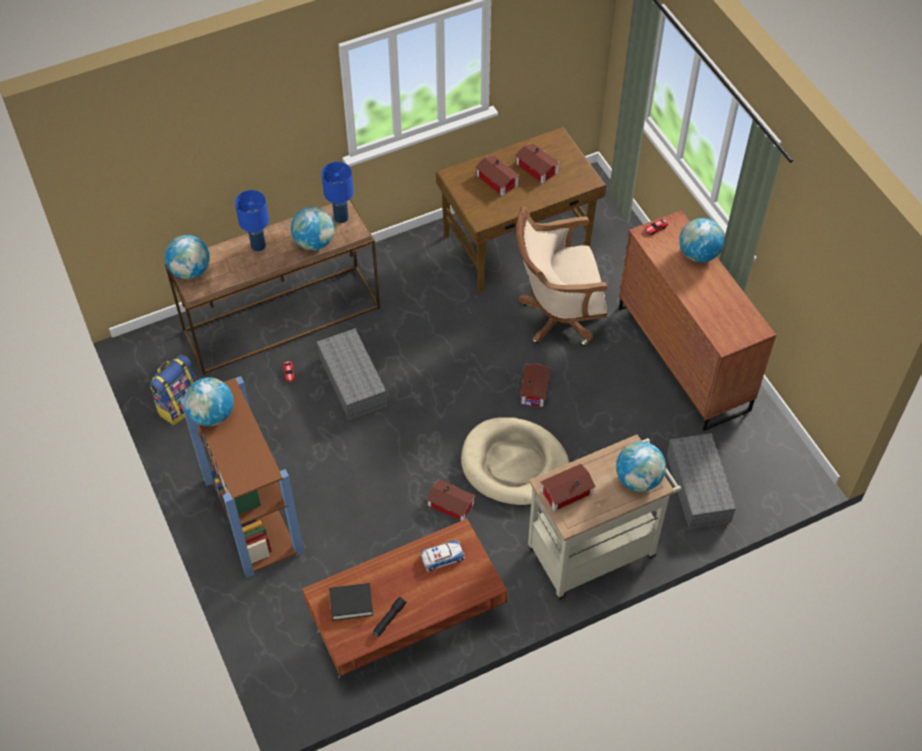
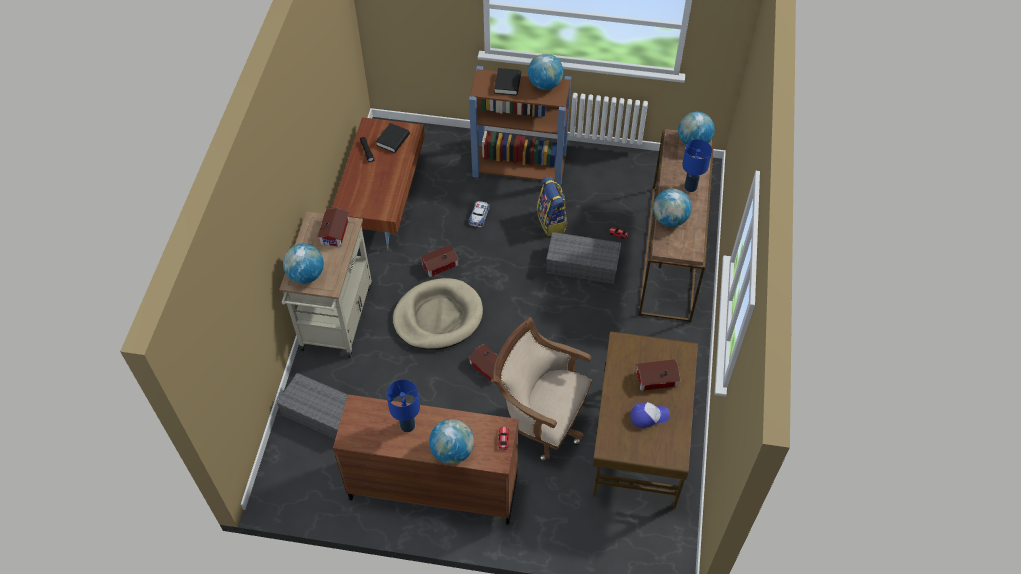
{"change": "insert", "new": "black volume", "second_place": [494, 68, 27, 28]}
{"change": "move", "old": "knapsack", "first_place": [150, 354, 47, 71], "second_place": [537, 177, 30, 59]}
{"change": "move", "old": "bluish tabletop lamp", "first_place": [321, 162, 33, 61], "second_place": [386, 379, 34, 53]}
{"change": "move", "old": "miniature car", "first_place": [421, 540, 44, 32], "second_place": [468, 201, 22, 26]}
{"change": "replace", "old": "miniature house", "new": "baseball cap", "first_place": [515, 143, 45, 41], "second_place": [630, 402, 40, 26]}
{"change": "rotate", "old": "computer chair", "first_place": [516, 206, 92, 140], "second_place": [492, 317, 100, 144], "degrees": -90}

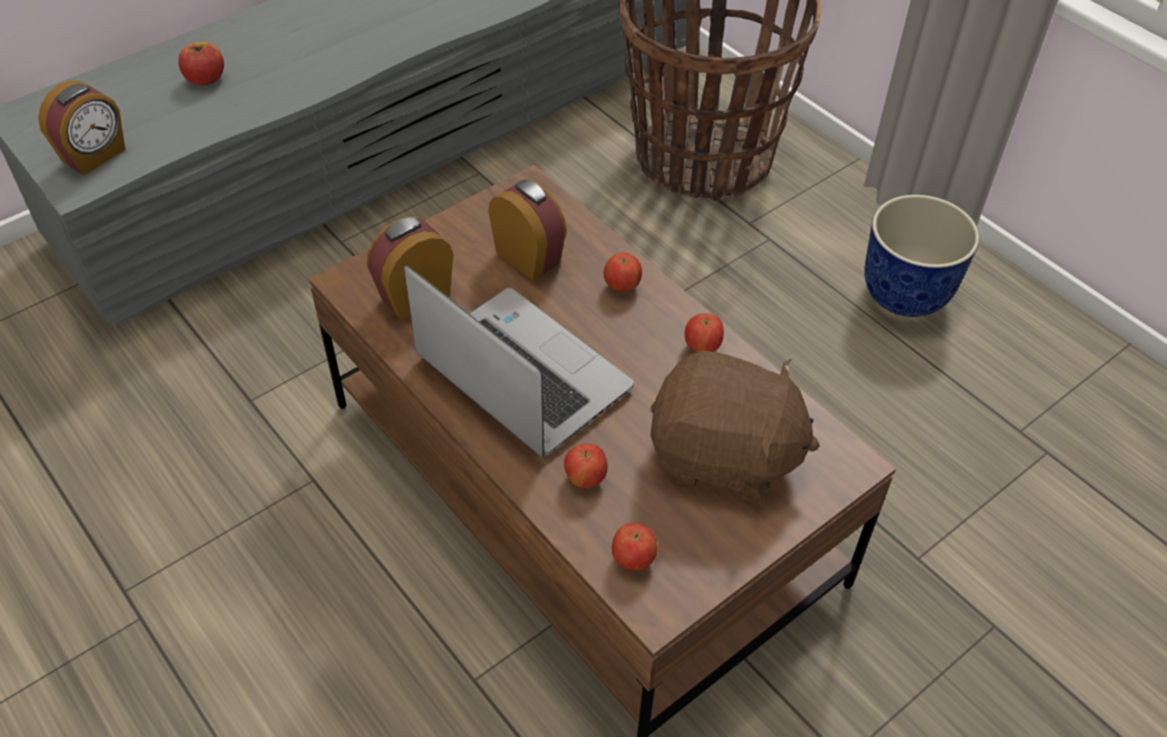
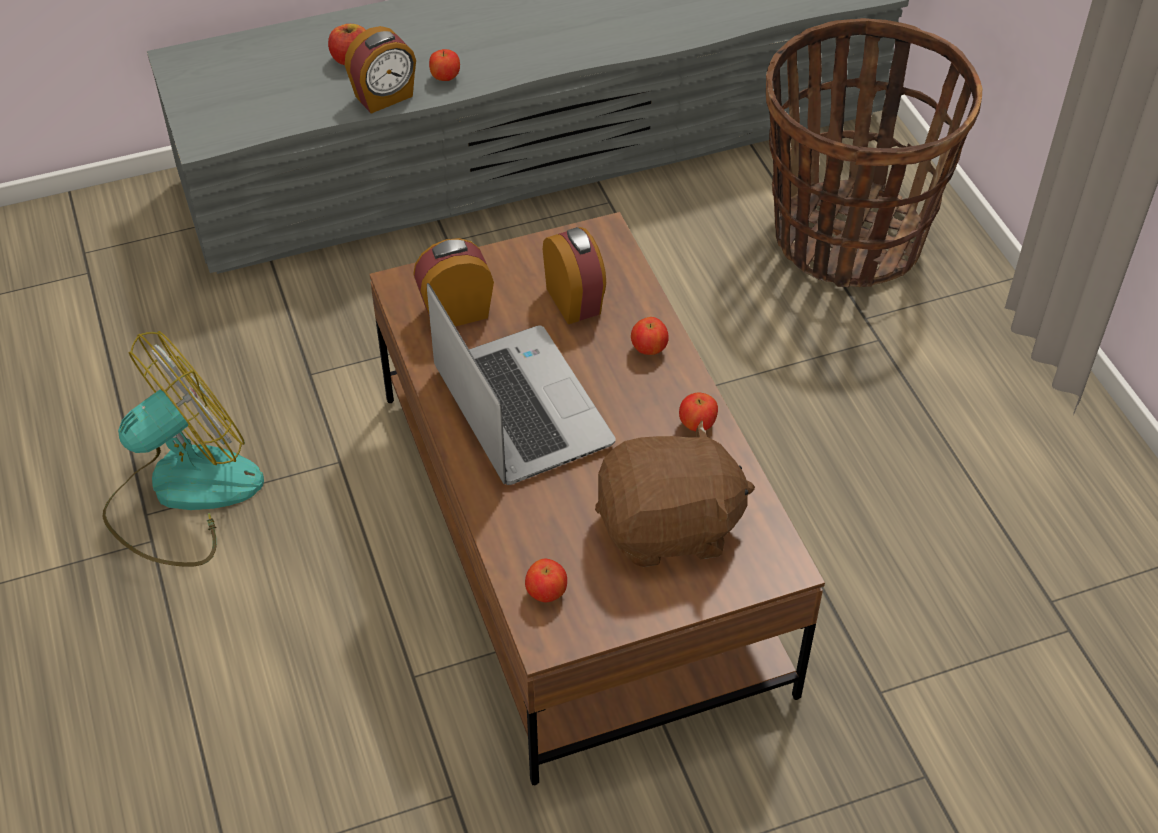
{"change": "delete", "old": "flower pot", "first_place": [864, 195, 116, 122]}
{"change": "insert", "new": "fan", "second_place": [102, 331, 162, 236]}
{"change": "move", "old": "alarm clock", "first_place": [38, 80, 87, 95], "second_place": [345, 26, 71, 88]}
{"change": "move", "old": "whole apple", "first_place": [564, 444, 44, 44], "second_place": [429, 49, 31, 32]}
{"change": "rotate", "old": "brown plush toy", "first_place": [651, 351, 169, 151], "second_place": [595, 420, 160, 147], "degrees": -45}

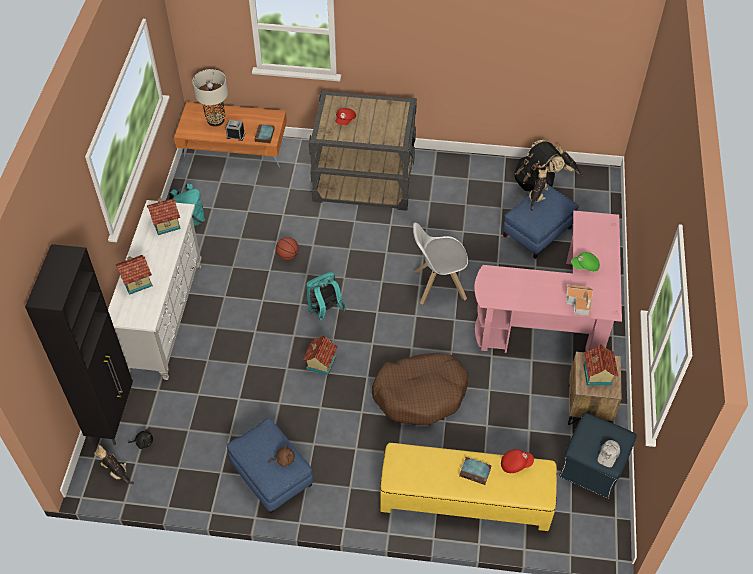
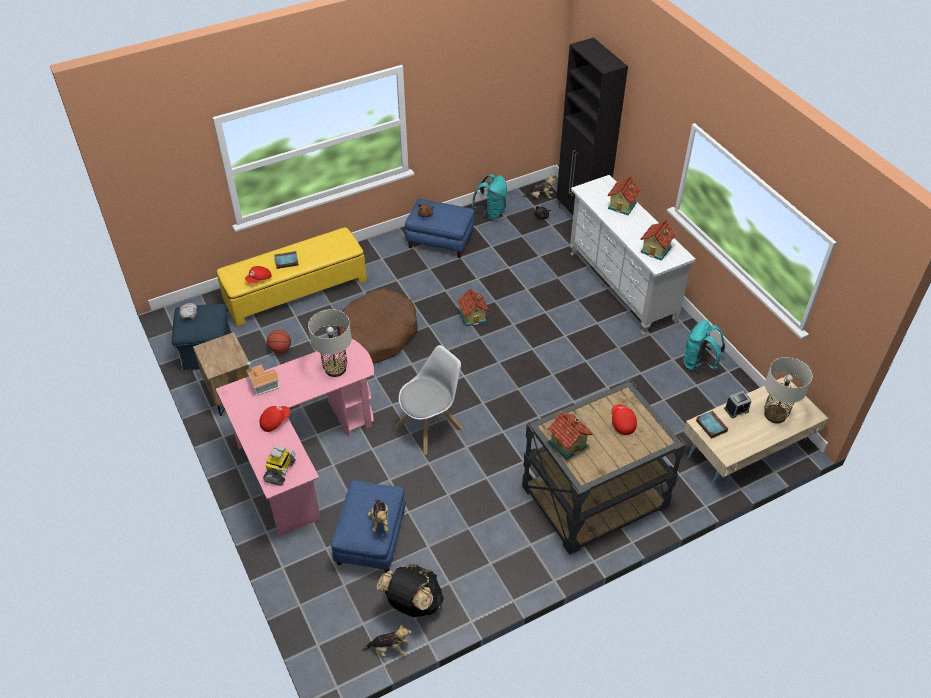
{"change": "insert", "new": "toy robot", "second_place": [263, 445, 33, 41]}
{"change": "insert", "new": "tabletop lamp", "second_place": [308, 309, 44, 68]}
{"change": "move", "old": "basketball", "first_place": [276, 237, 23, 23], "second_place": [267, 330, 24, 23]}
{"change": "move", "old": "turquoise knapsack", "first_place": [306, 272, 40, 50], "second_place": [472, 174, 35, 47]}
{"change": "move", "old": "miniature house", "first_place": [584, 344, 34, 41], "second_place": [547, 412, 46, 48]}
{"change": "recolor", "old": "orange-coloured coffee table", "new": "beige coffee table", "first_place": [174, 102, 113, 66], "second_place": [683, 376, 145, 111]}
{"change": "recolor", "old": "green baseball cap", "new": "red-coloured baseball cap", "first_place": [571, 252, 29, 19], "second_place": [259, 406, 31, 26]}

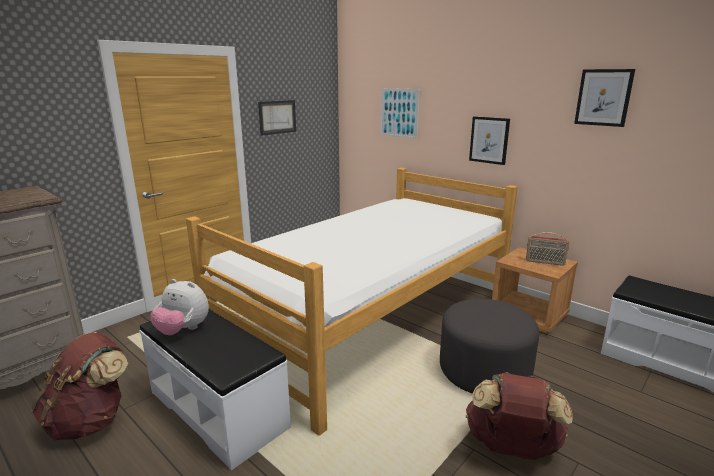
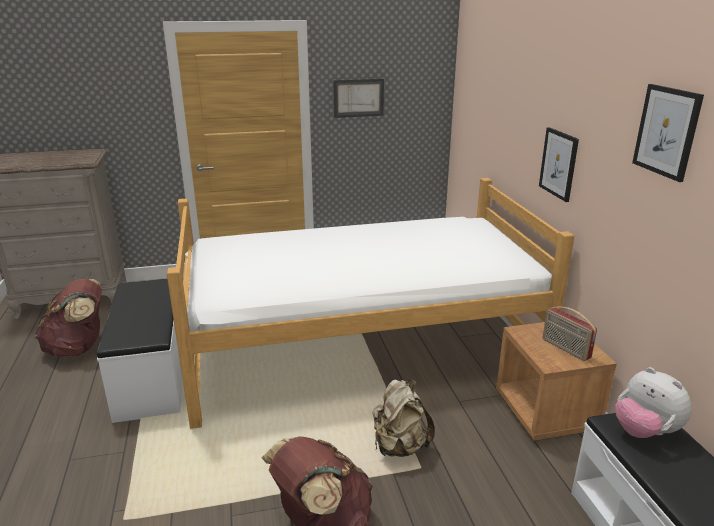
{"change": "delete", "old": "wall picture", "first_place": [380, 88, 39, 51]}
{"change": "move", "old": "plush toy", "first_place": [150, 279, 59, 56], "second_place": [615, 367, 77, 71]}
{"change": "replace", "old": "grey pouffe", "new": "beige knapsack", "first_place": [440, 299, 100, 95], "second_place": [373, 380, 62, 77]}

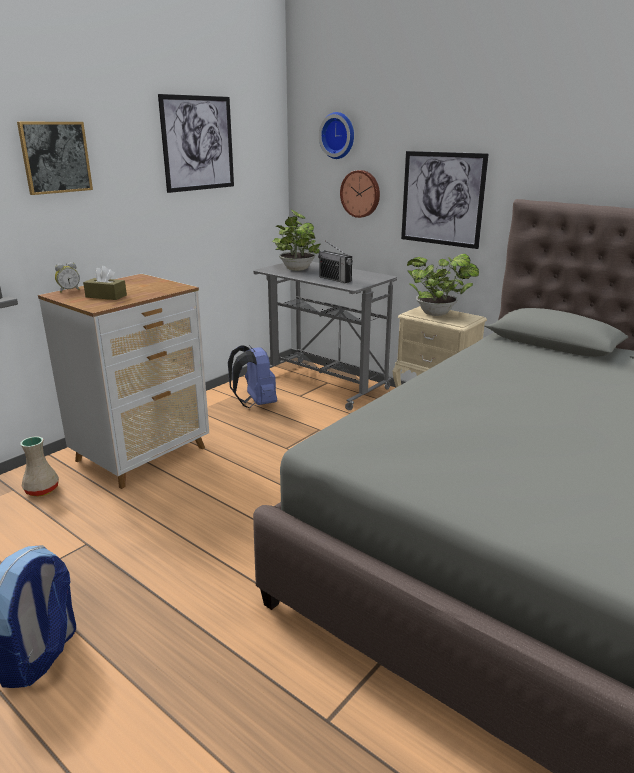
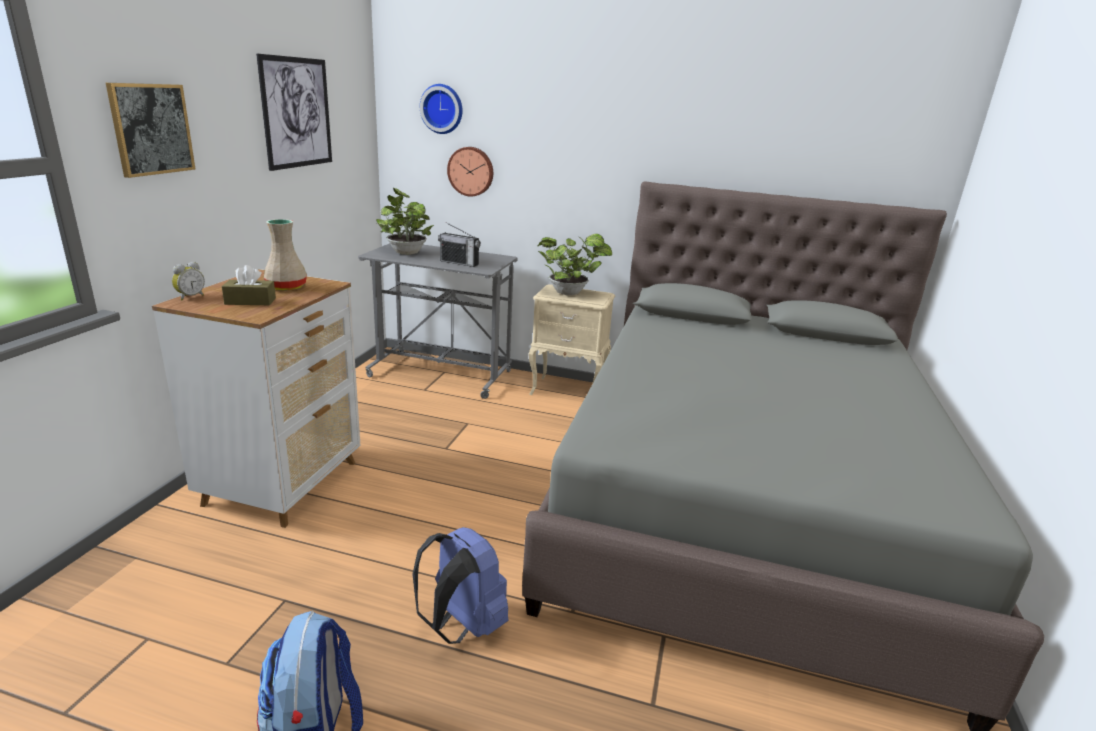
{"change": "delete", "old": "wall picture", "first_place": [401, 151, 88, 98]}
{"change": "move", "old": "beige decorative vase", "first_place": [20, 436, 39, 61], "second_place": [264, 219, 43, 72]}
{"change": "move", "old": "bluish knapsack", "first_place": [228, 345, 49, 63], "second_place": [412, 527, 96, 117]}

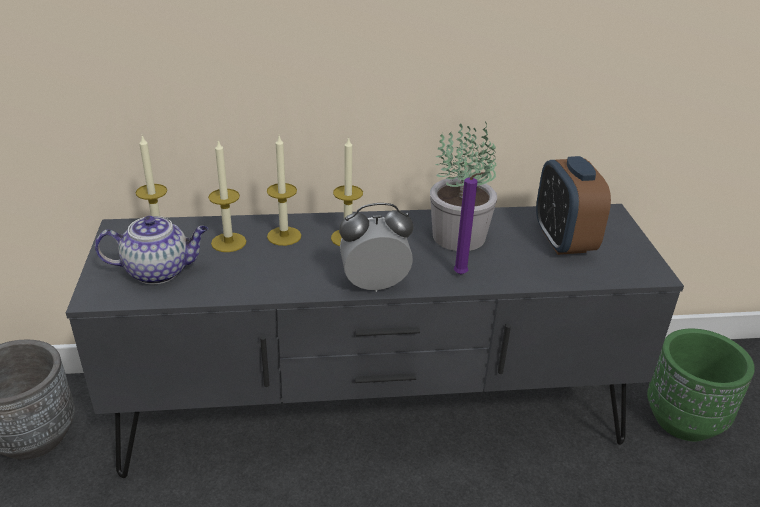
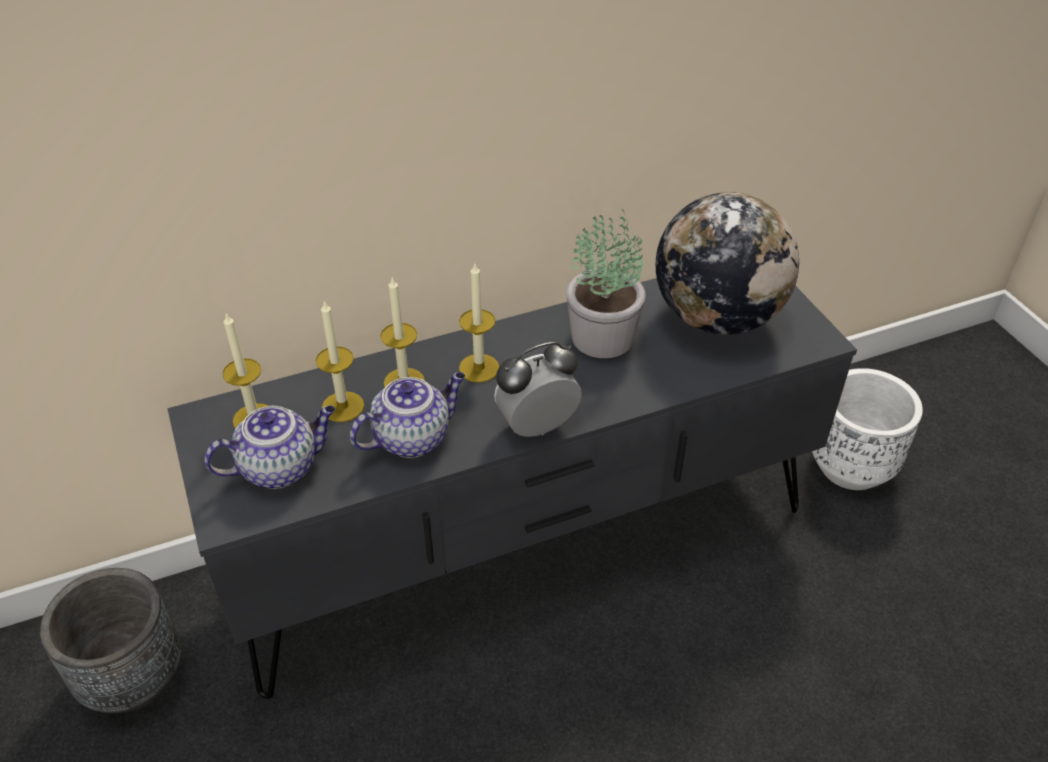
{"change": "delete", "old": "purplish wax light", "first_place": [454, 172, 30, 103]}
{"change": "insert", "new": "tea pot", "second_place": [350, 372, 115, 86]}
{"change": "replace", "old": "alarm clock", "new": "world globe", "first_place": [536, 156, 75, 99], "second_place": [656, 192, 143, 143]}
{"change": "recolor", "old": "green flower pot", "new": "whitish flower pot", "first_place": [647, 328, 108, 113], "second_place": [812, 368, 111, 122]}

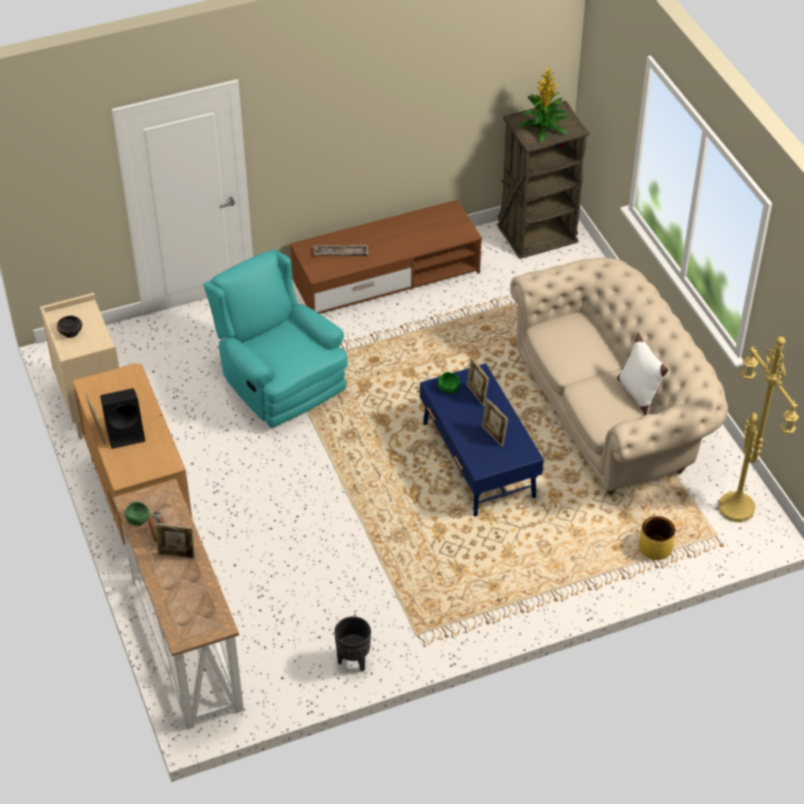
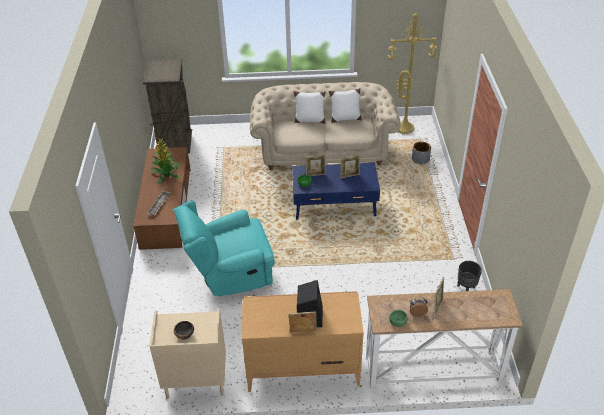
{"change": "insert", "new": "whitish throw pillow", "second_place": [293, 91, 33, 33]}
{"change": "move", "old": "plant in a pot", "first_place": [518, 67, 51, 75], "second_place": [150, 138, 31, 47]}
{"change": "recolor", "old": "yellow-coloured flower pot", "new": "grey flower pot", "first_place": [639, 516, 37, 44], "second_place": [412, 142, 19, 22]}

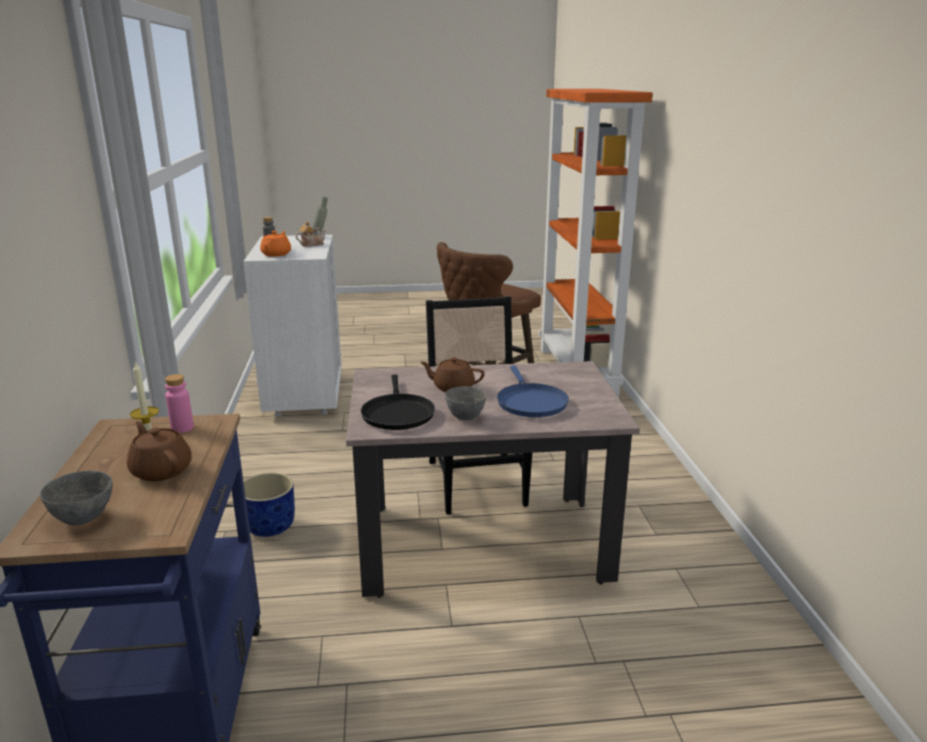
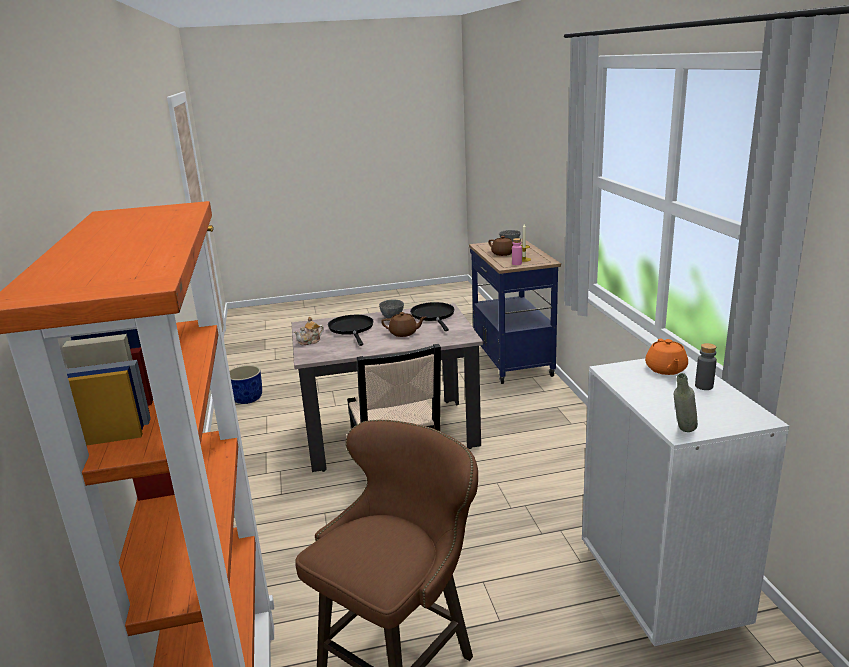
{"change": "move", "old": "bluish flower pot", "first_place": [243, 473, 52, 64], "second_place": [229, 365, 33, 39]}
{"change": "move", "old": "tea pot", "first_place": [295, 221, 31, 26], "second_place": [294, 317, 30, 28]}
{"change": "recolor", "old": "bluish skillet", "new": "black skillet", "first_place": [497, 365, 72, 52], "second_place": [328, 315, 45, 31]}

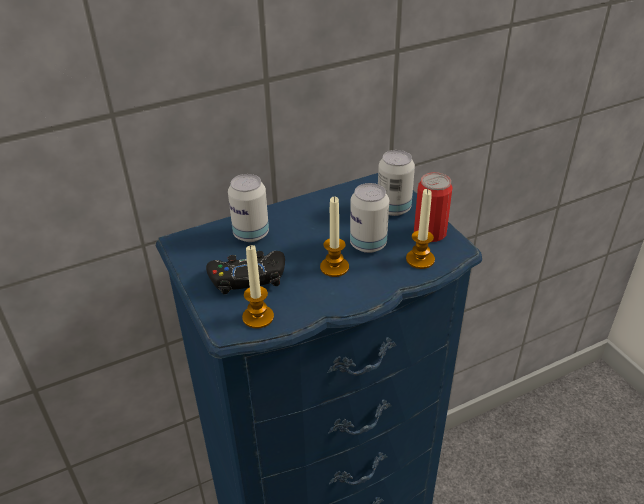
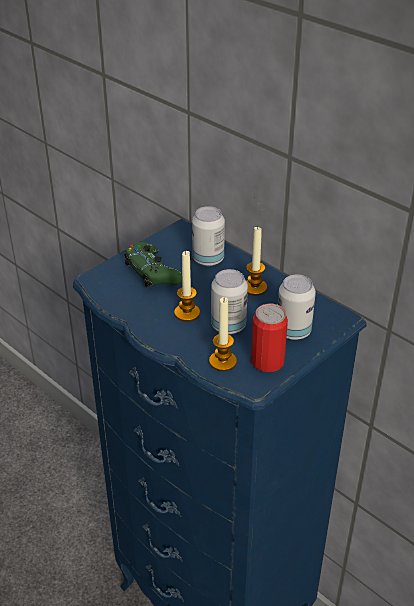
{"change": "move", "old": "wax light", "first_place": [242, 244, 32, 85], "second_place": [246, 227, 21, 68]}
{"change": "recolor", "old": "black joypad", "new": "green joypad", "first_place": [206, 251, 79, 44], "second_place": [124, 242, 58, 45]}

